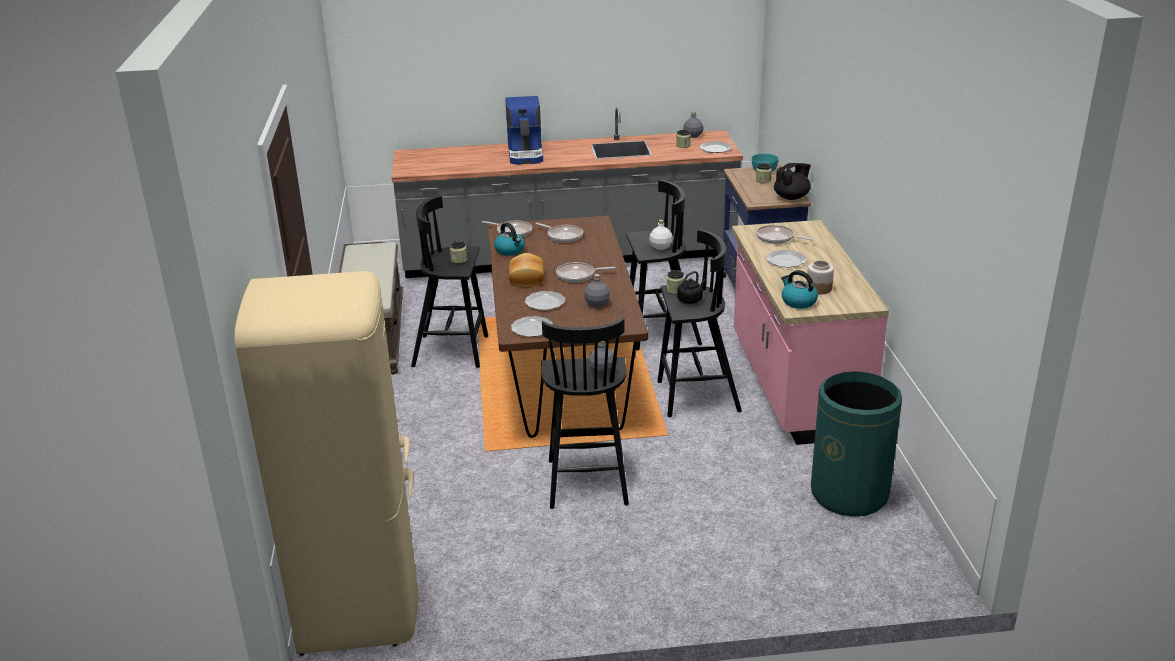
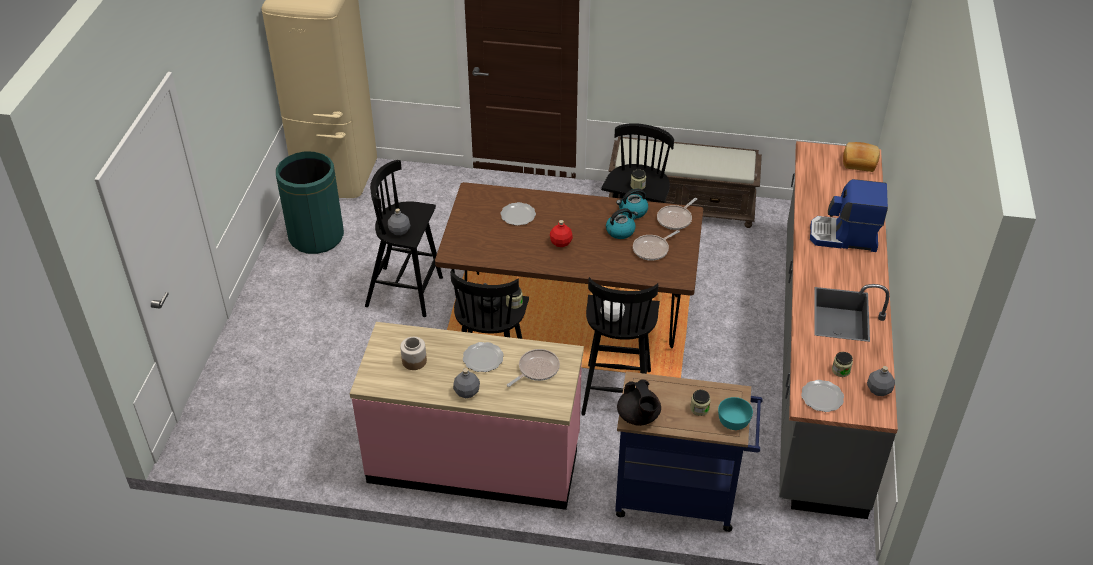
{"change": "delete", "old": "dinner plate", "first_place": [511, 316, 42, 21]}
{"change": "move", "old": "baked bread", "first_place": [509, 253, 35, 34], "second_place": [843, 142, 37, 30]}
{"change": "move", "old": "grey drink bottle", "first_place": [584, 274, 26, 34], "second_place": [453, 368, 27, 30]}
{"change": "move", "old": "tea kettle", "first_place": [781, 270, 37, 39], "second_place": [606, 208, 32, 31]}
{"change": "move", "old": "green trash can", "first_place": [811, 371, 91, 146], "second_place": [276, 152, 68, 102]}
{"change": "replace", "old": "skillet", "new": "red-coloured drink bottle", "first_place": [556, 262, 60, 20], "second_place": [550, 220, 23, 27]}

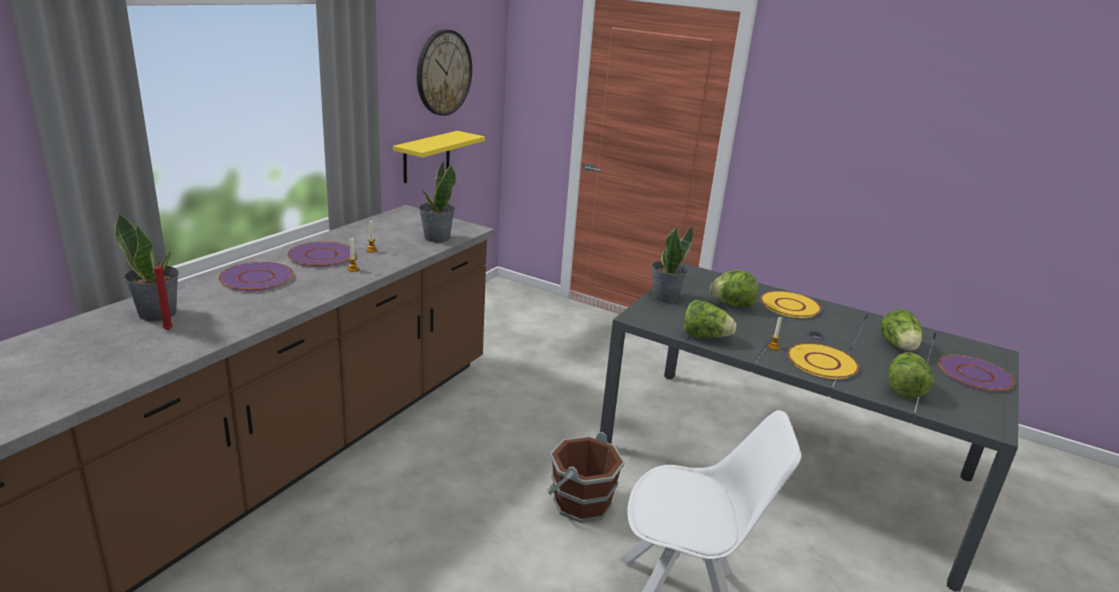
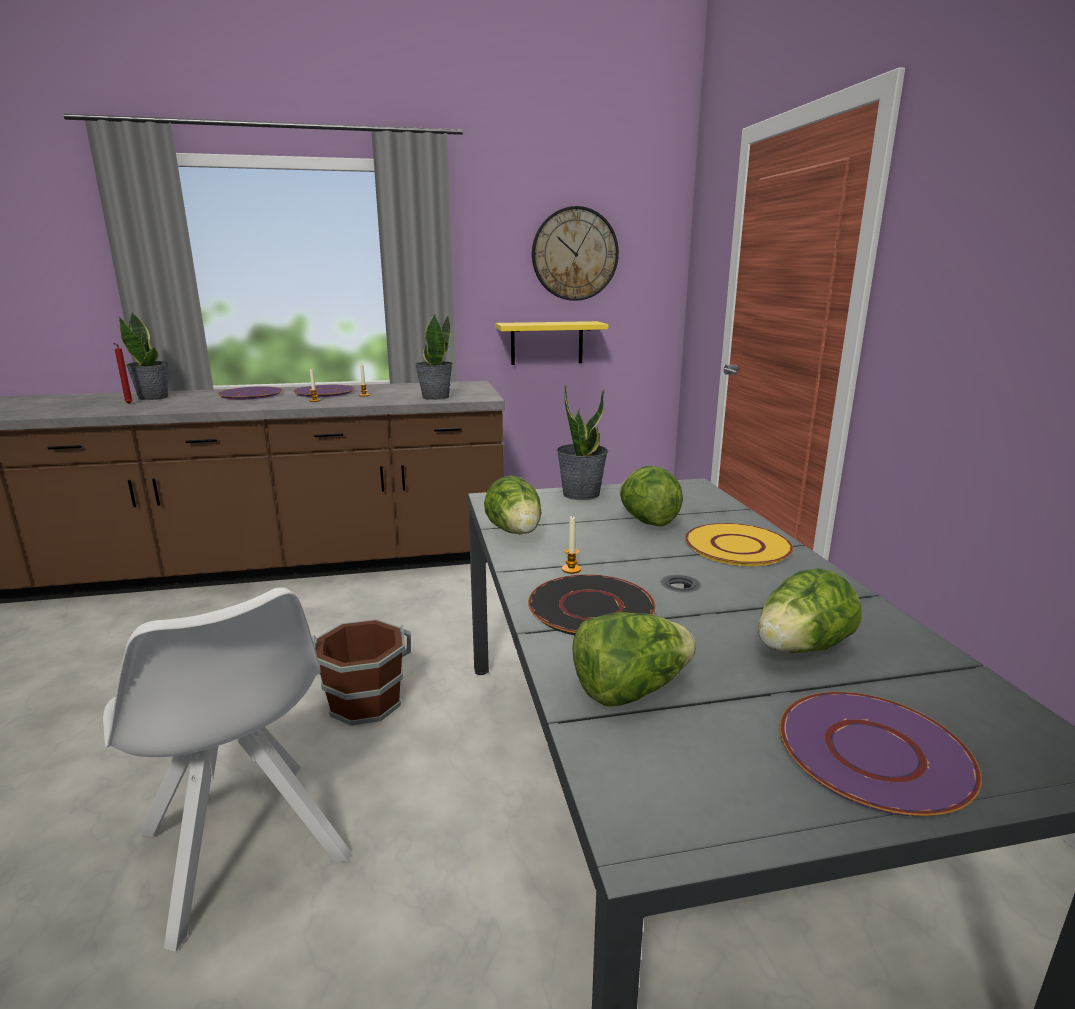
{"change": "recolor", "old": "yellow-coloured dinner plate", "new": "black dinner plate", "first_place": [787, 343, 72, 36], "second_place": [528, 574, 128, 61]}

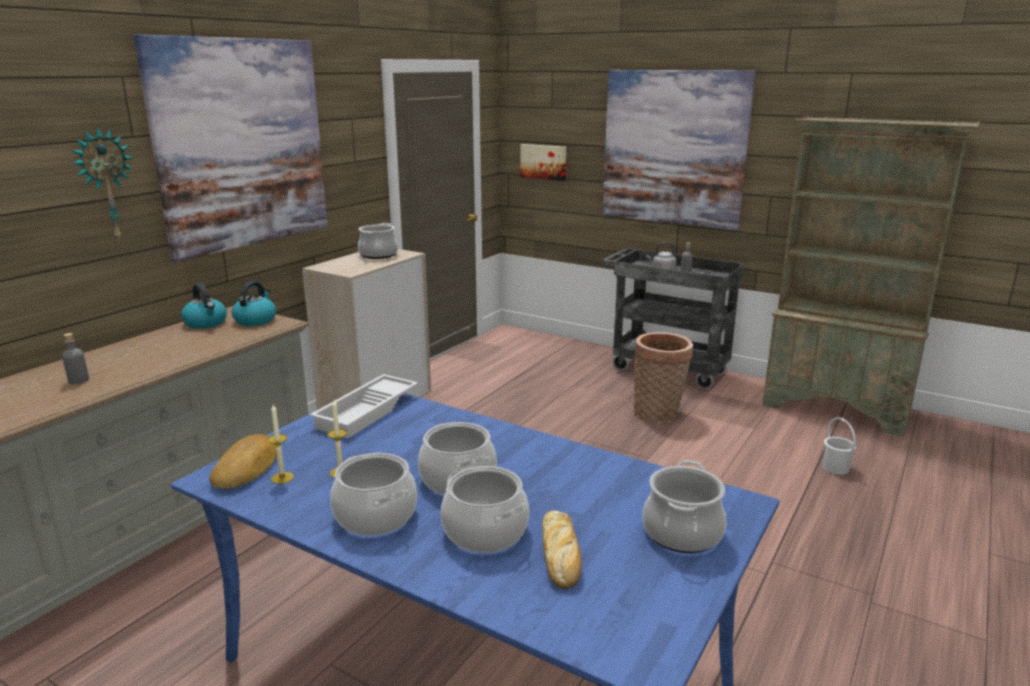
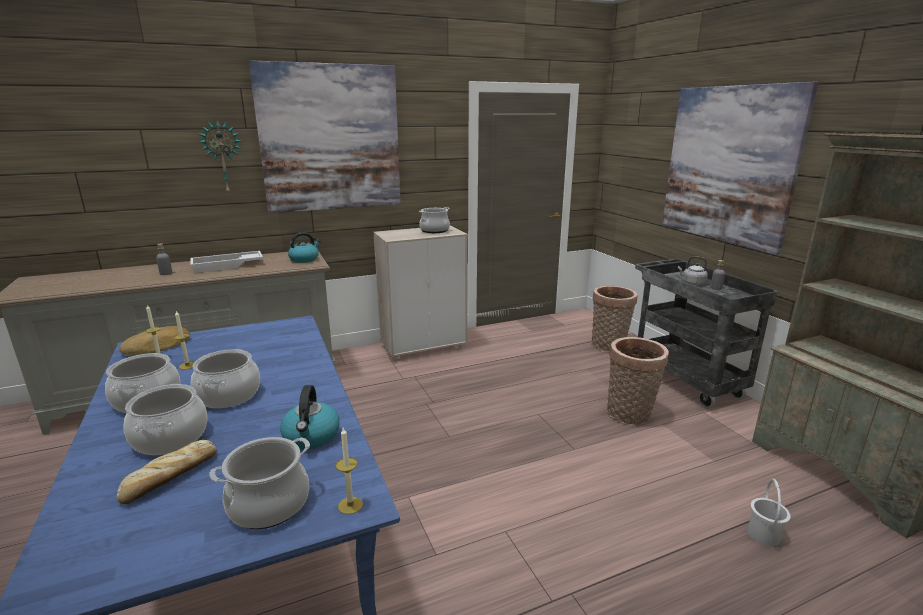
{"change": "delete", "old": "wall picture", "first_place": [520, 144, 46, 37]}
{"change": "insert", "new": "wax light", "second_place": [336, 428, 27, 86]}
{"change": "insert", "new": "storage basket", "second_place": [592, 286, 46, 66]}
{"change": "move", "old": "tea kettle", "first_place": [181, 283, 46, 45], "second_place": [280, 385, 60, 64]}
{"change": "move", "old": "whitish carrying tray", "first_place": [310, 374, 108, 64], "second_place": [190, 251, 73, 22]}

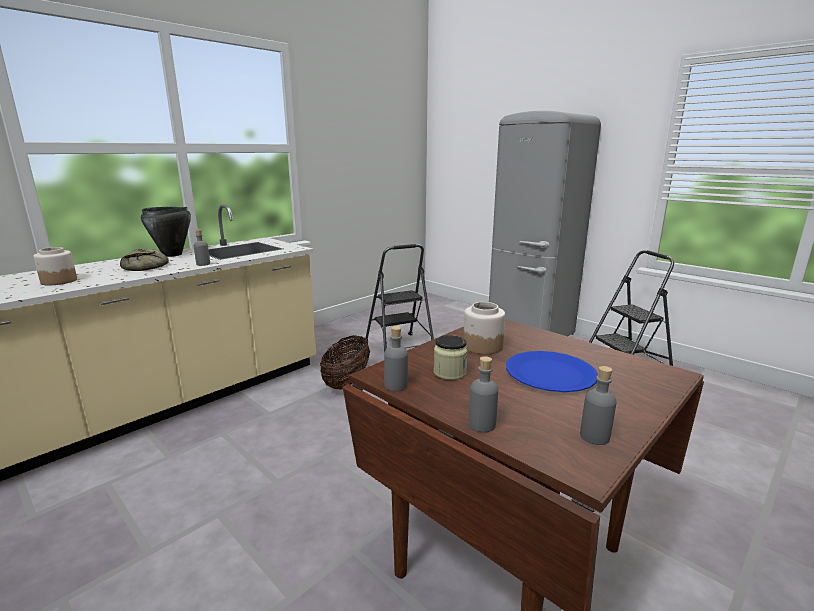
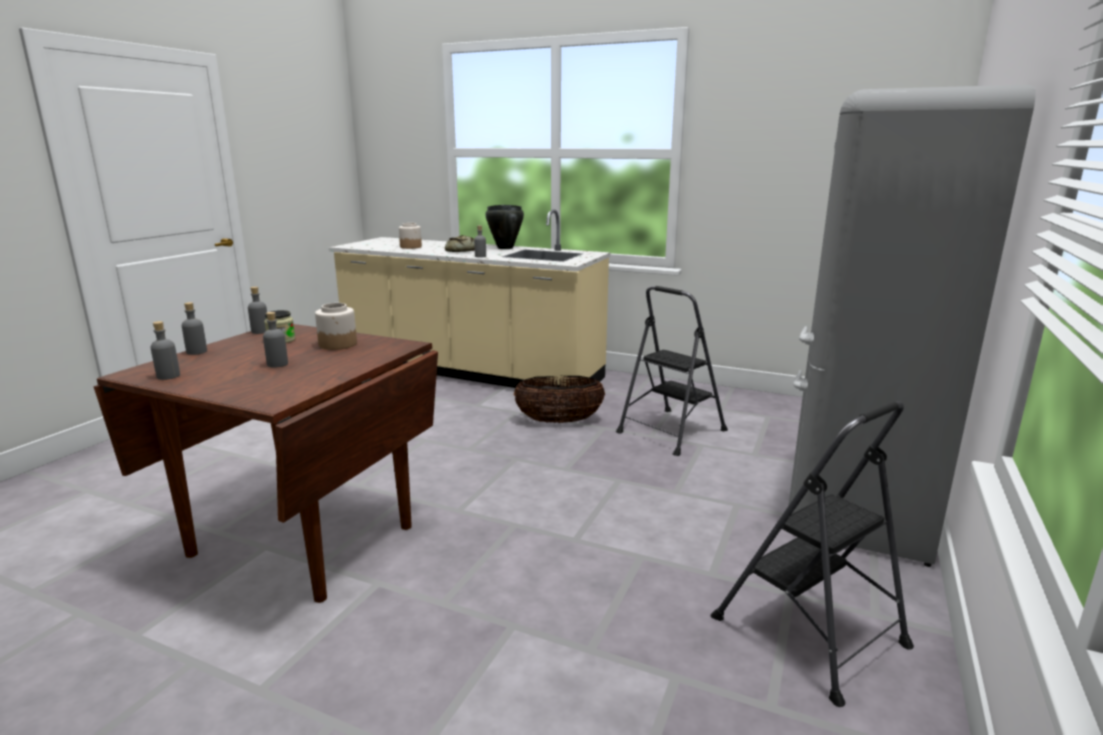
{"change": "replace", "old": "bluish dinner plate", "new": "grey drink bottle", "first_place": [506, 351, 92, 41], "second_place": [263, 312, 25, 56]}

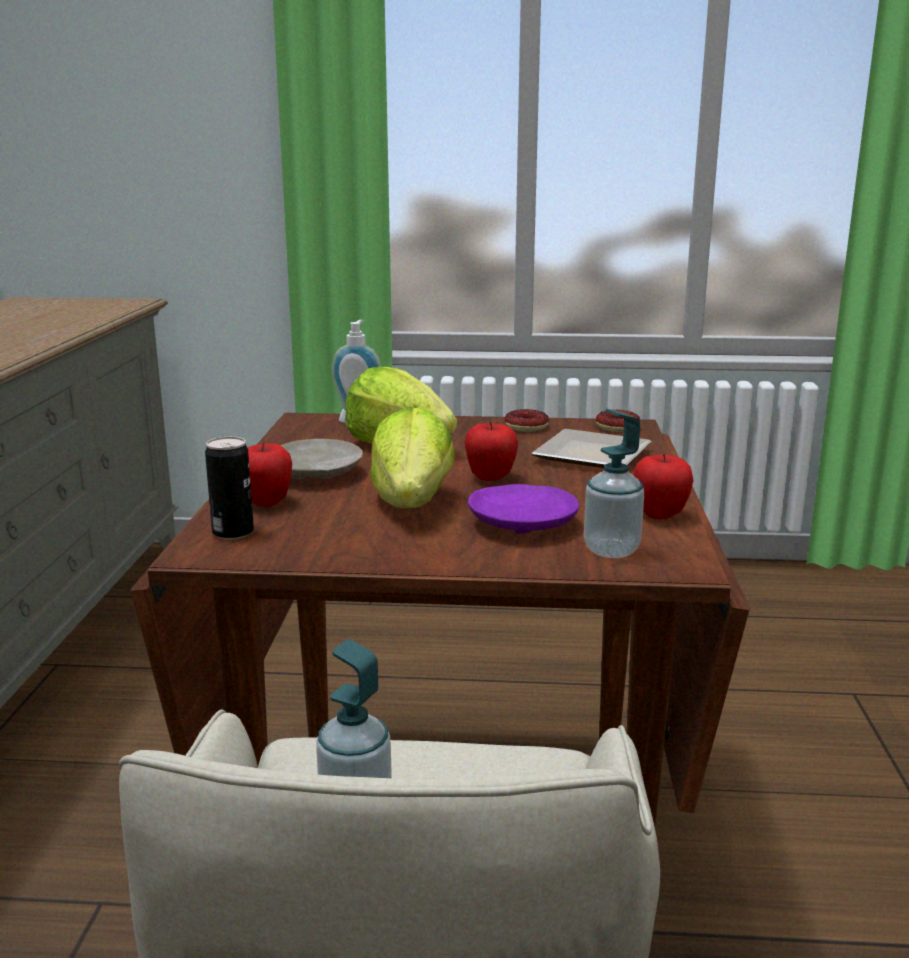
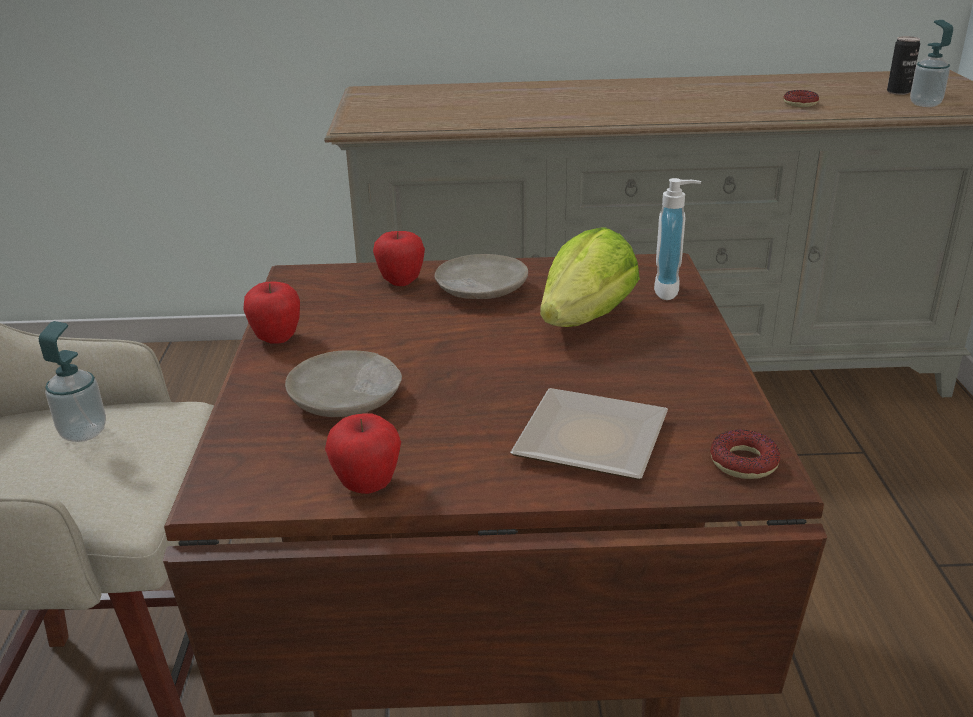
{"change": "delete", "old": "lettuce", "first_place": [370, 407, 85, 101]}
{"change": "move", "old": "sealed can", "first_place": [205, 437, 49, 103], "second_place": [887, 36, 33, 59]}
{"change": "move", "old": "whole apple", "first_place": [465, 422, 53, 59], "second_place": [244, 281, 56, 63]}
{"change": "move", "old": "doughnut", "first_place": [505, 409, 44, 23], "second_place": [783, 90, 36, 17]}
{"change": "move", "old": "soap bottle", "first_place": [584, 409, 60, 149], "second_place": [910, 20, 43, 87]}
{"change": "recolor", "old": "purplish dinner plate", "new": "beige dinner plate", "first_place": [468, 484, 111, 50], "second_place": [285, 350, 117, 67]}

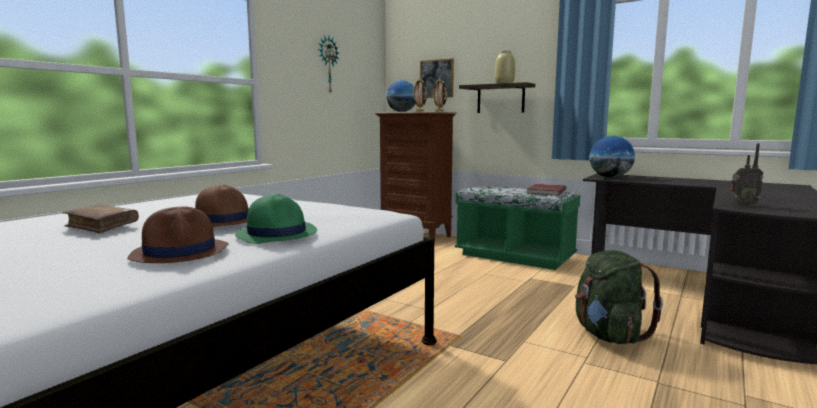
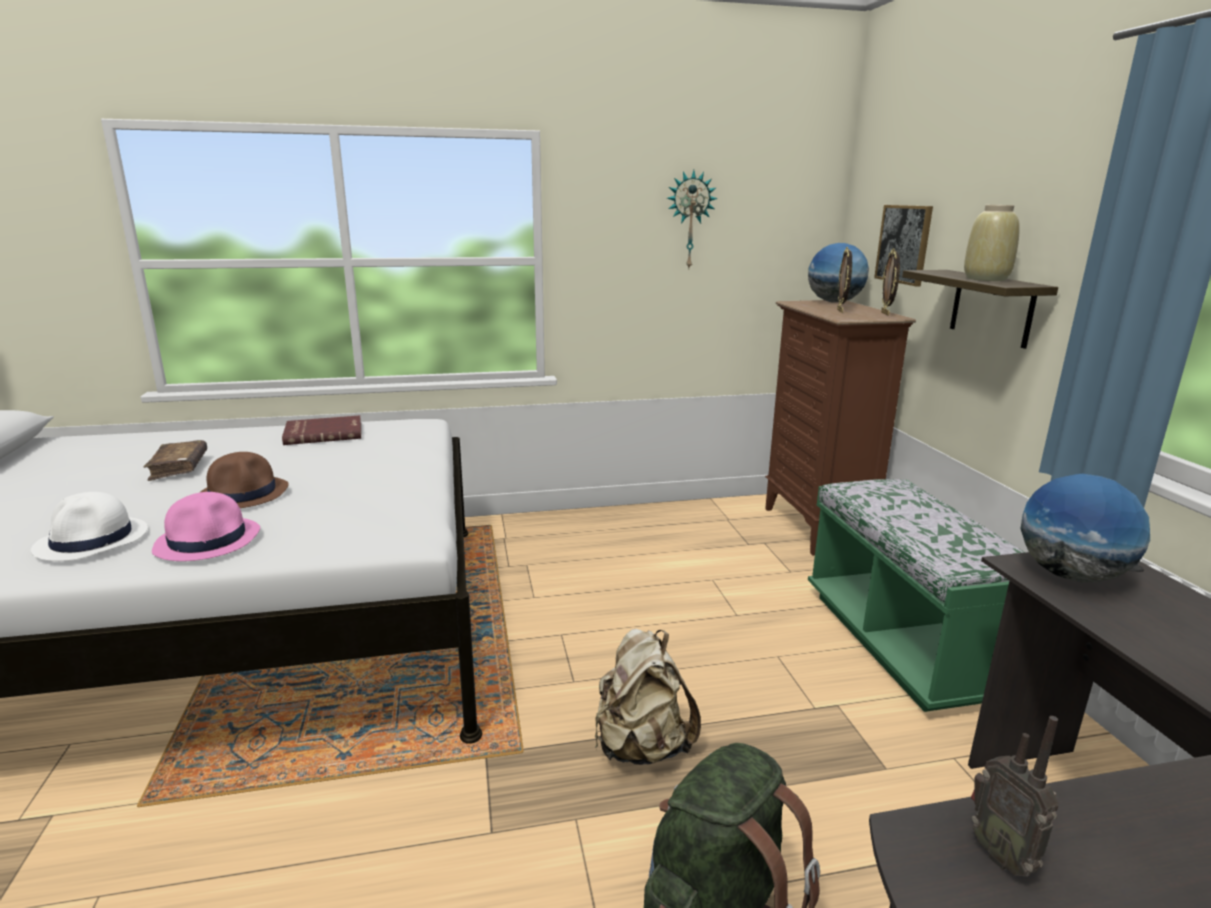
{"change": "insert", "new": "beige knapsack", "second_place": [595, 628, 106, 137]}
{"change": "move", "old": "red-coloured volume", "first_place": [527, 184, 39, 12], "second_place": [282, 415, 79, 30]}
{"change": "recolor", "old": "brown clothing hat", "new": "whitish clothing hat", "first_place": [127, 206, 102, 57], "second_place": [31, 492, 117, 69]}
{"change": "recolor", "old": "green clothing hat", "new": "pink-coloured clothing hat", "first_place": [235, 194, 82, 50], "second_place": [152, 492, 108, 69]}

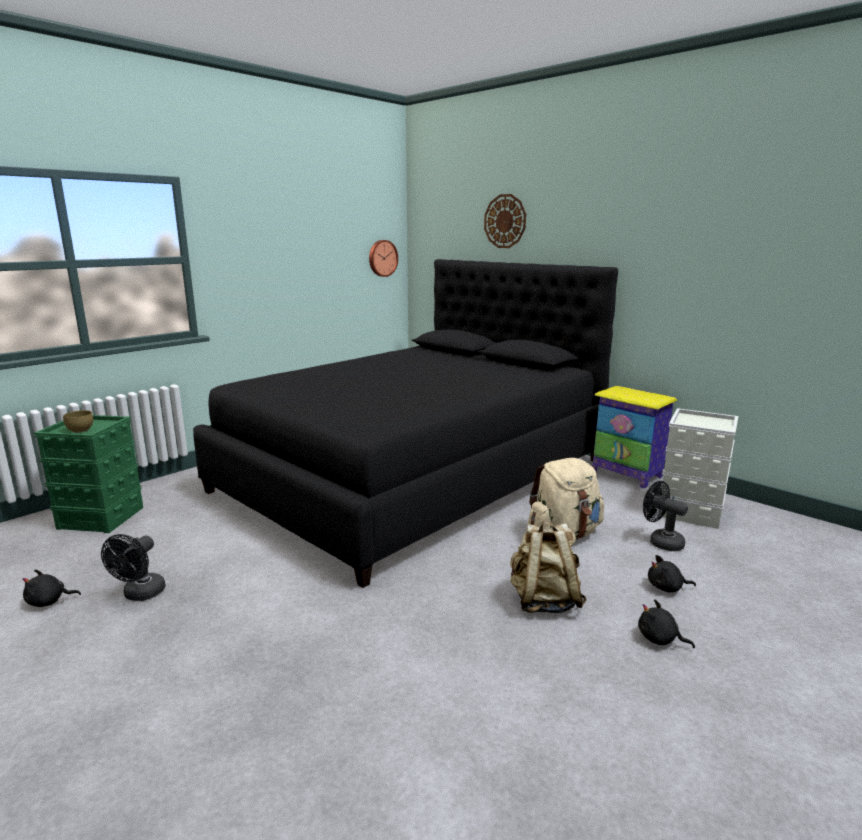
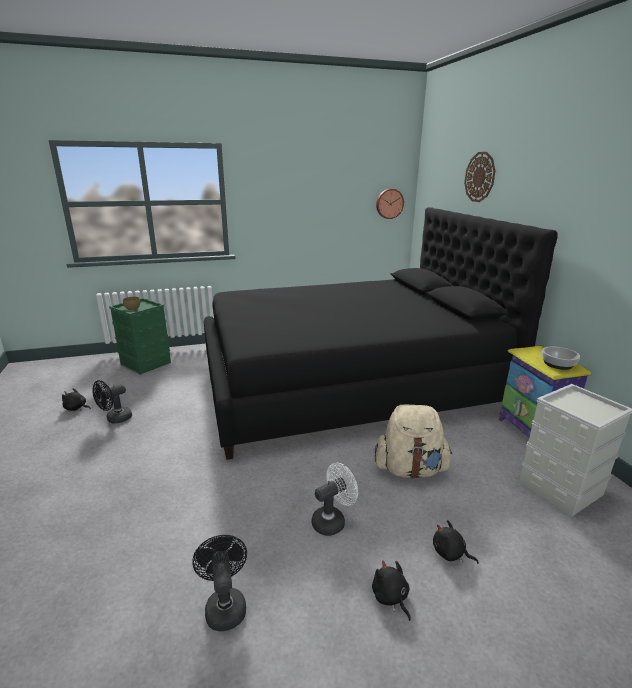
{"change": "insert", "new": "deep dish", "second_place": [542, 346, 38, 24]}
{"change": "move", "old": "black fan", "first_place": [643, 481, 45, 70], "second_place": [192, 535, 55, 96]}
{"change": "replace", "old": "beige knapsack", "new": "whitish fan", "first_place": [510, 521, 77, 92], "second_place": [312, 463, 46, 73]}

